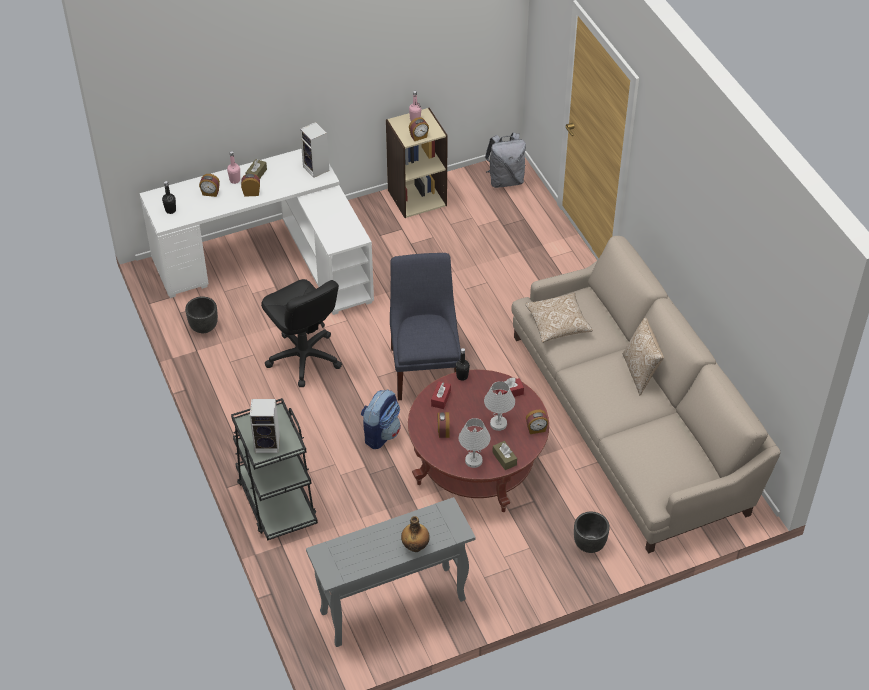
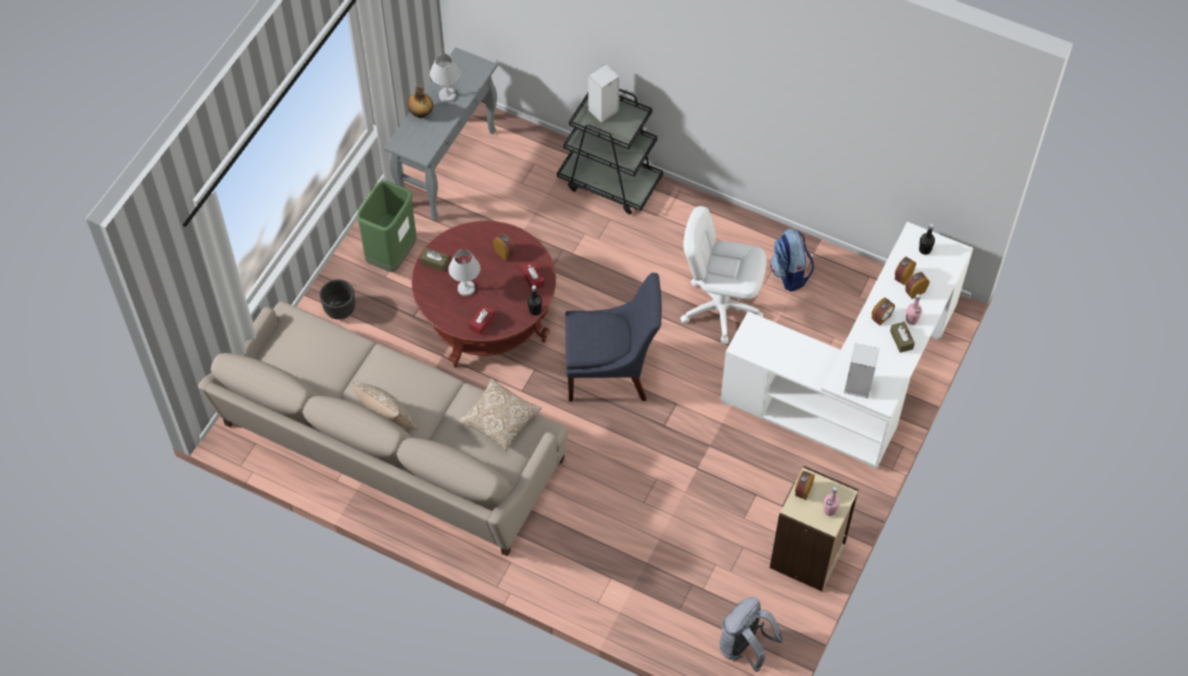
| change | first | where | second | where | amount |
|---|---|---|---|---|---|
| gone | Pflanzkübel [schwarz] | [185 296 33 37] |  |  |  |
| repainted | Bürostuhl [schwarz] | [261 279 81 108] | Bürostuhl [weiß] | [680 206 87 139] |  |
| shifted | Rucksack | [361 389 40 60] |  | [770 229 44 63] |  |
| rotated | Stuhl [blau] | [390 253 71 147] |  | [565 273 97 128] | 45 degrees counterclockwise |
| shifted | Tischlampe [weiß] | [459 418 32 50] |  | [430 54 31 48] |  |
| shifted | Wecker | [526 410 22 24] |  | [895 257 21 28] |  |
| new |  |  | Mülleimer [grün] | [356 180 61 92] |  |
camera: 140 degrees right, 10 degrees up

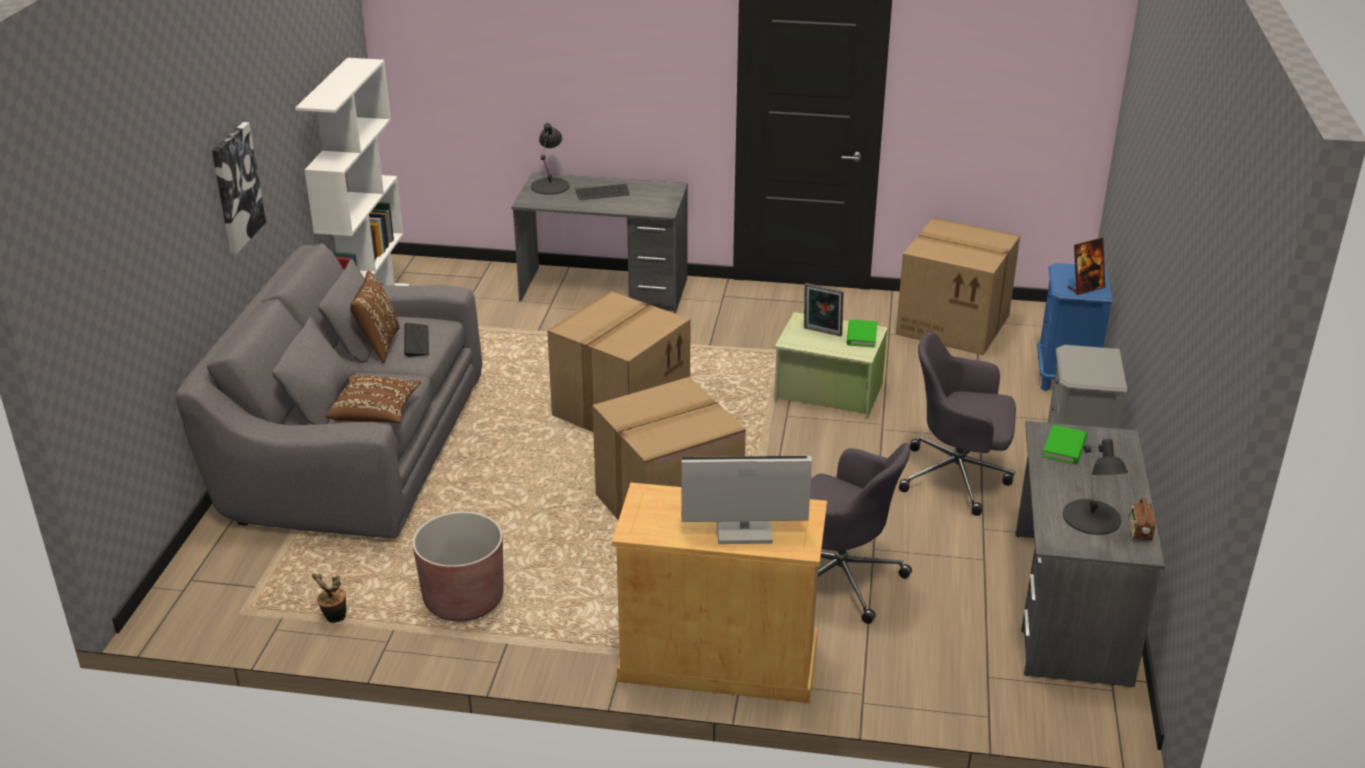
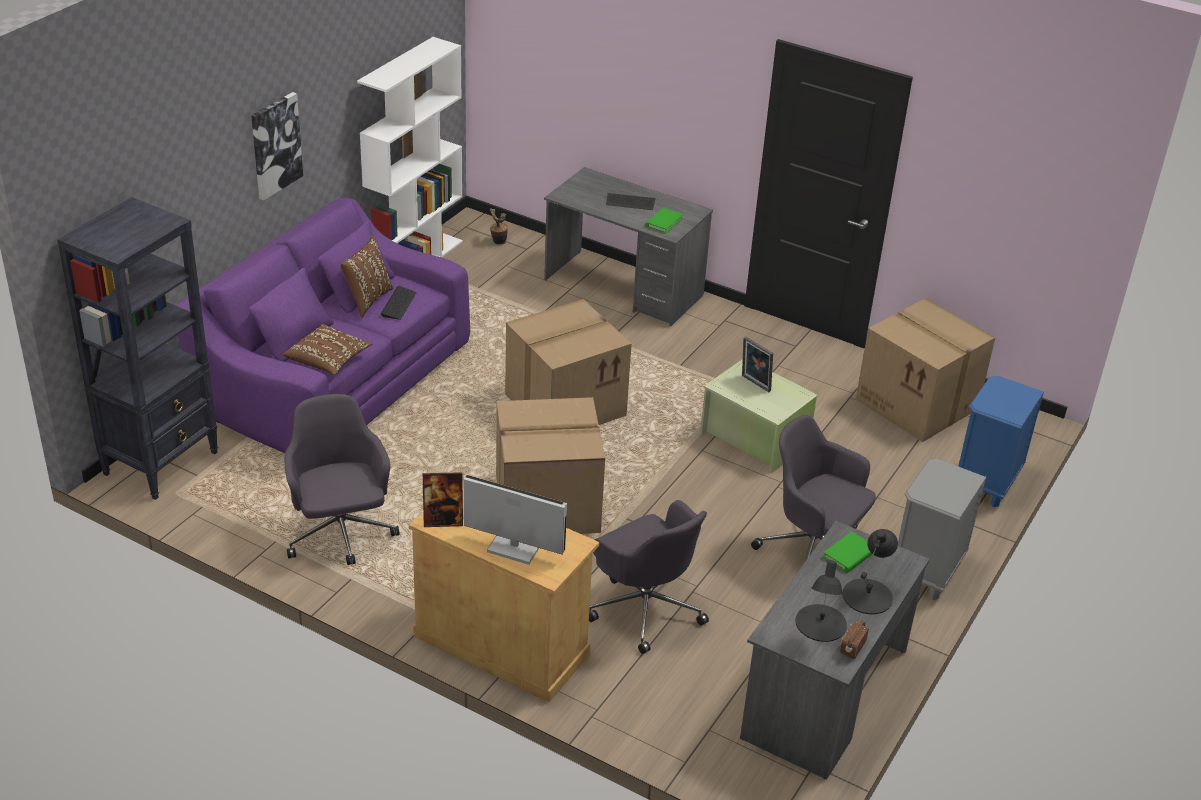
| change | first | where | second | where | amount |
|---|---|---|---|---|---|
| repainted | Sofa [grau] | [175 243 307 295] | Sofa [lila] | [176 197 294 256] |  |
| shifted | Topfpflanze | [312 573 34 50] |  | [490 208 18 37] |  |
| swapped | Pflanzkübel [braun] | [413 511 91 111] | Bürostuhl [grau] | [284 394 116 171] |  |
| shifted | Tischlampe [schwarz] | [531 123 39 72] |  | [843 529 55 85] |  |
| shifted | Buch [grün] | [847 320 30 27] |  | [645 208 38 26] |  |
| shifted | Bilderrahmen | [1068 238 37 57] |  | [423 472 40 55] |  |
| new |  |  | Bücherregal [schwarz] | [57 197 161 303] |  |
camera: 20 degrees right, 5 degrees up

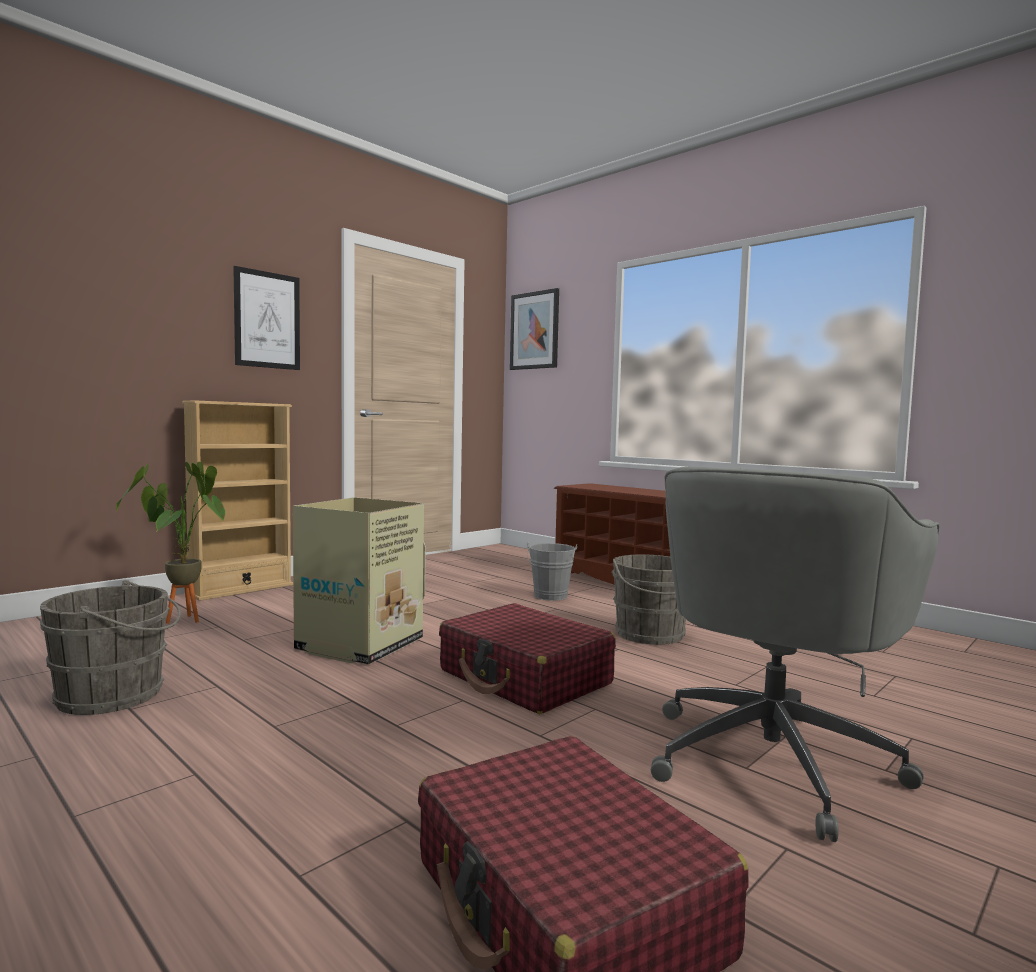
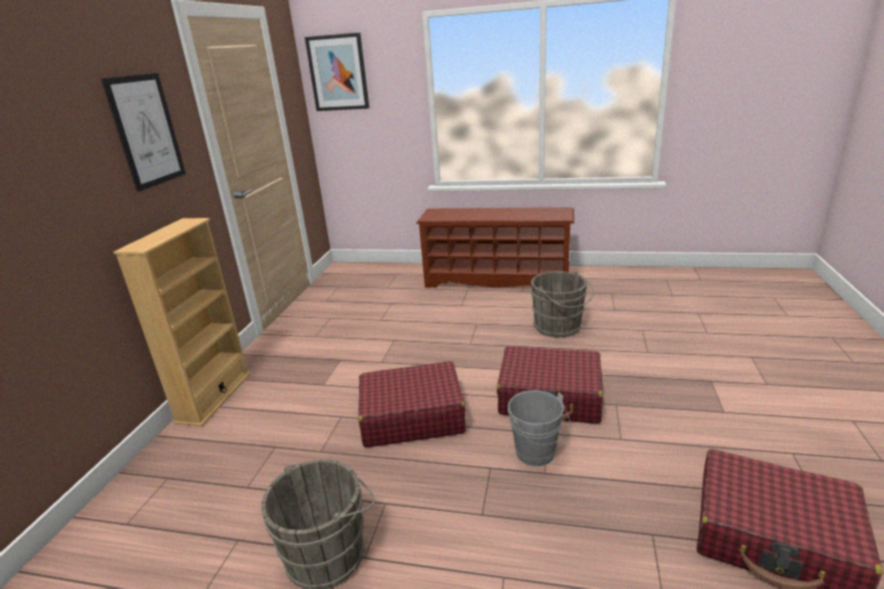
| change | first | where | second | where | amount |
|---|---|---|---|---|---|
| gone | Topfpflanze | [116 462 109 162] |  |  |  |
| swapped | Karton | [293 497 133 168] | Koffer [rot] | [358 361 108 86] |  |
| shifted | Eimer [grau] | [527 541 50 60] |  | [507 390 64 77] |  |
| gone | Bürostuhl [grau] | [651 467 289 375] |  |  |  |
camera: 30 degrees left, 20 degrees up

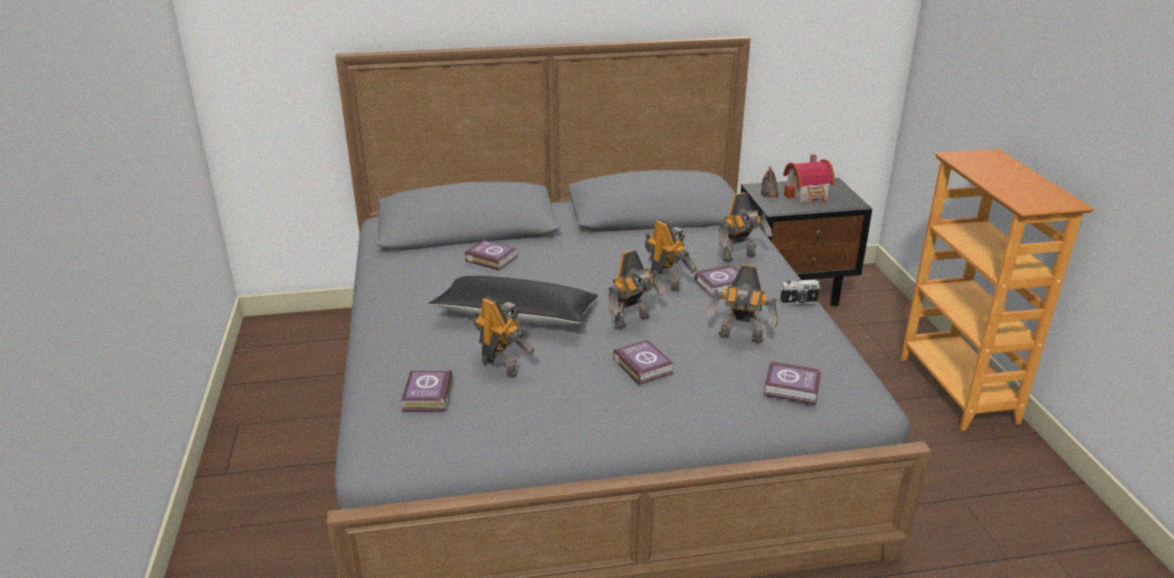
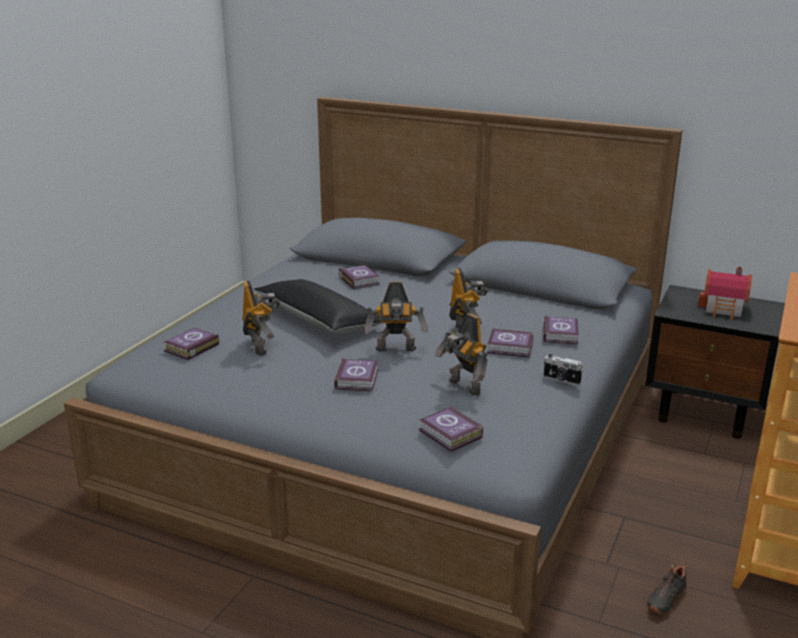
| change | first | where | second | where | amount |
|---|---|---|---|---|---|
| swapped | Spielzeugroboter | [718 192 54 70] | Buch | [543 315 36 30] |  |
| shifted | Schuh [schwarz] | [761 166 18 31] |  | [647 562 40 52] |  |
camera: 35 degrees right, 5 degrees down

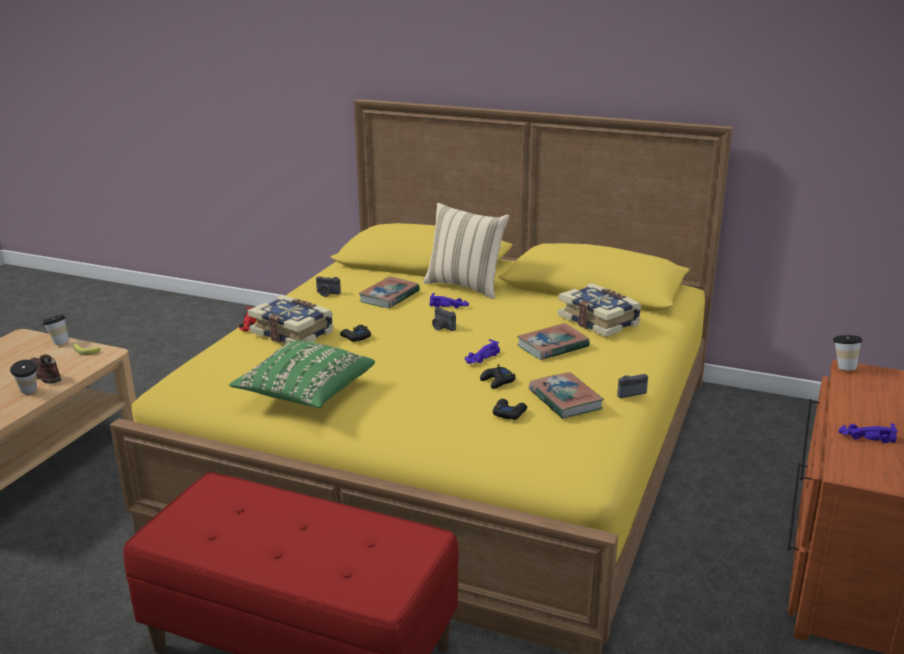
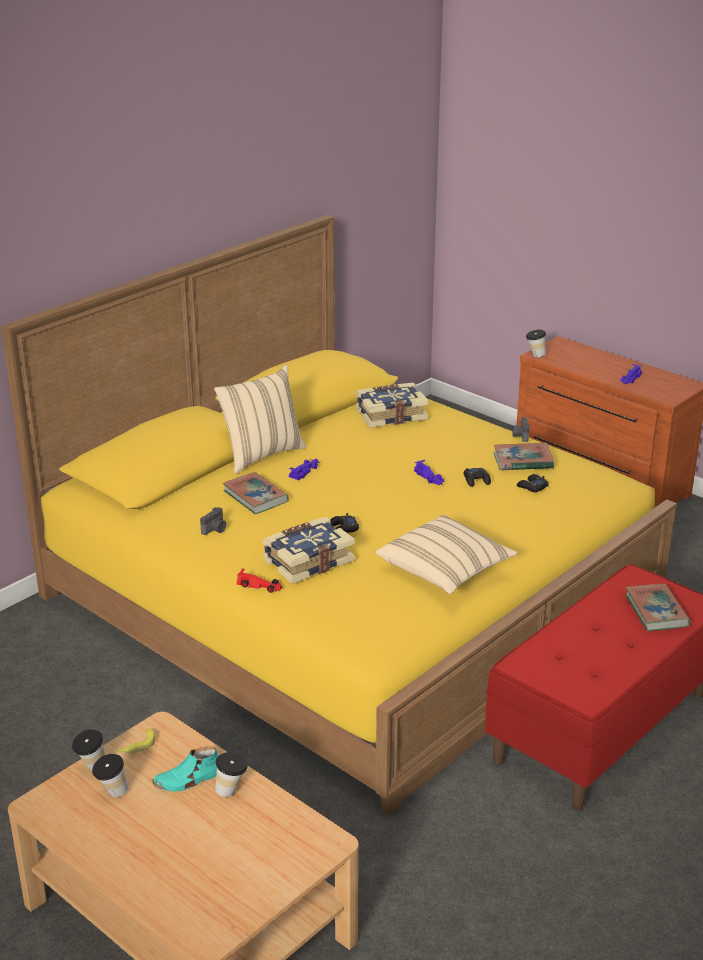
| change | first | where | second | where | amount |
|---|---|---|---|---|---|
| repainted | Schuh [braun] | [30 354 31 30] | Schuh [türkis] | [152 747 67 45] |  |
| repainted | Kissen [grün] | [229 341 146 67] | Kissen [beige] | [375 515 143 79] |  |
| gone | Kamera | [432 307 24 24] |  |  |  |
| shifted | Buch | [517 323 73 37] |  | [625 584 65 47] |  |
| new |  |  | Tasse | [92 754 36 43] |  |
camera: 70 degrees left, 5 degrees up

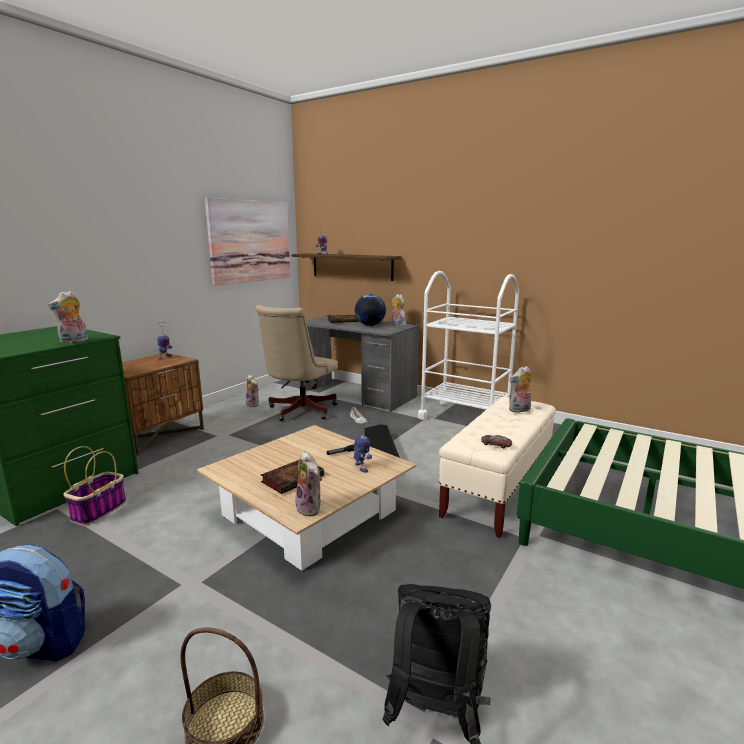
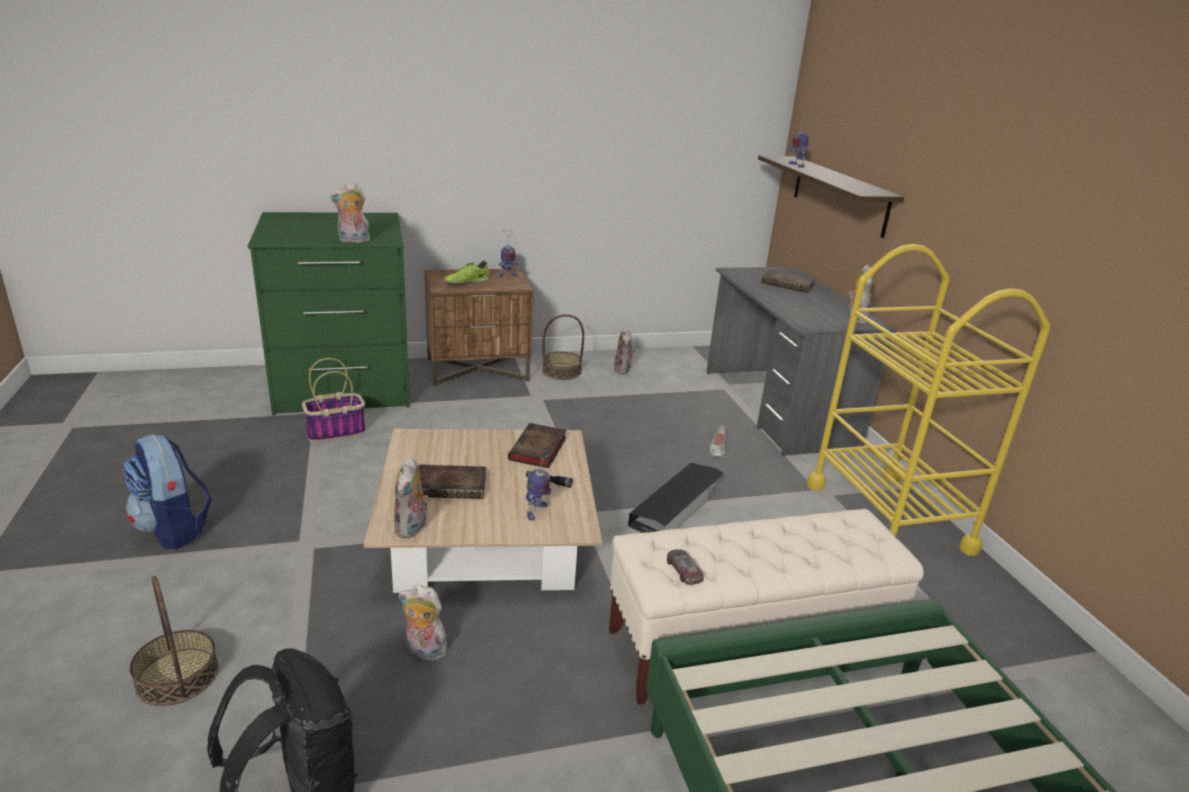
| change | first | where | second | where | amount |
|---|---|---|---|---|---|
| gone | Bild | [205 198 85 88] |  |  |  |
| gone | Bürostuhl [beige] | [256 305 82 116] |  |  |  |
| gone | Globus | [355 294 31 32] |  |  |  |
| repainted | Rollwagen [weiß] | [418 271 101 149] | Rollwagen [gelb] | [807 244 244 312] |  |
| shifted | Plüschtier | [509 366 22 47] |  | [399 585 52 76] |  |
| new |  |  | Schuh | [444 260 45 25] |  |
| new |  |  | Buch | [508 423 59 45] |  |
| new |  |  | Korb | [542 314 42 66] |  |
camera: 40 degrees right, 10 degrees up

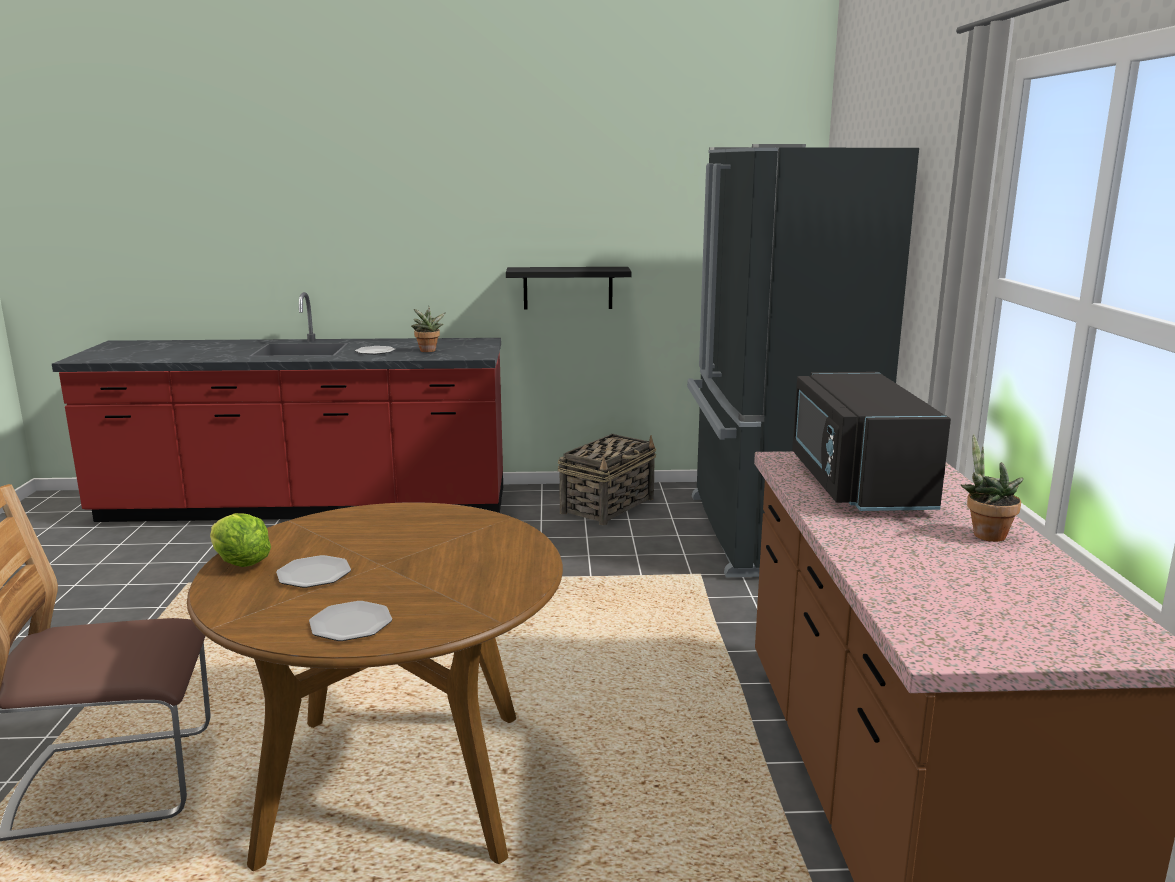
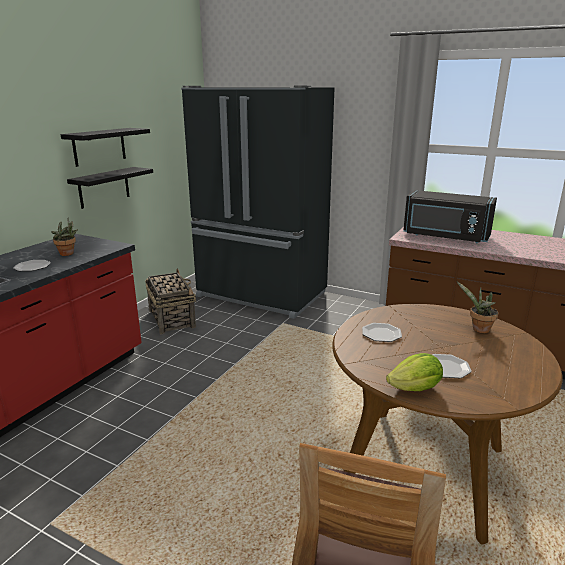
| change | first | where | second | where | amount |
|---|---|---|---|---|---|
| shifted | Teller | [309 601 83 40] |  | [362 323 40 19] |  |
| shifted | Topfpflanze | [961 434 63 108] |  | [457 282 41 51] |  |
| new |  |  | Wandregal [schwarz] | [61 128 89 39] |  |
camera: 60 degrees left, 5 degrees up

